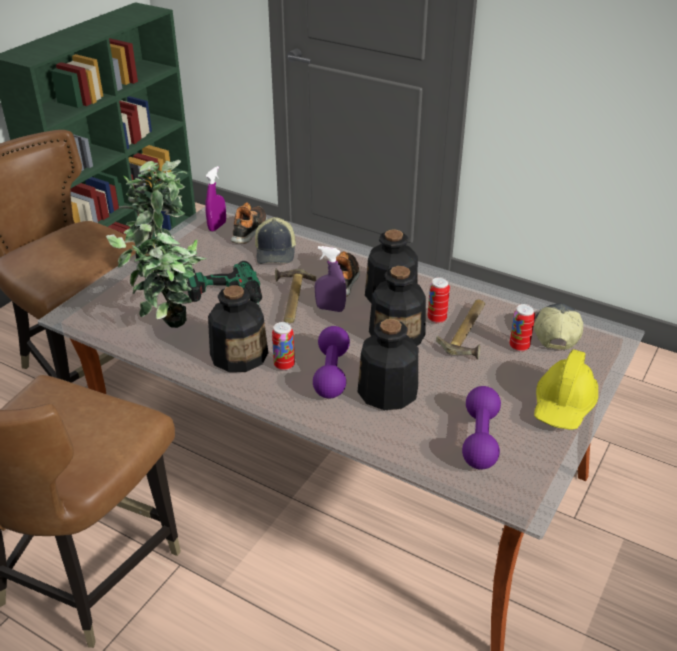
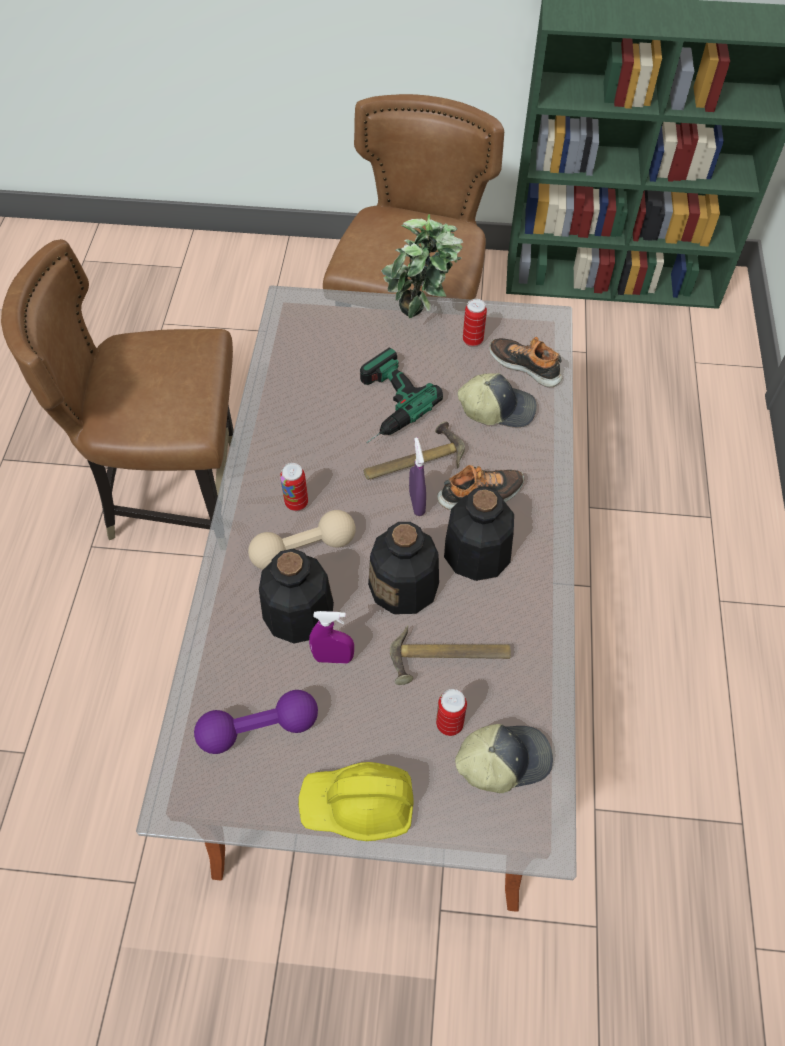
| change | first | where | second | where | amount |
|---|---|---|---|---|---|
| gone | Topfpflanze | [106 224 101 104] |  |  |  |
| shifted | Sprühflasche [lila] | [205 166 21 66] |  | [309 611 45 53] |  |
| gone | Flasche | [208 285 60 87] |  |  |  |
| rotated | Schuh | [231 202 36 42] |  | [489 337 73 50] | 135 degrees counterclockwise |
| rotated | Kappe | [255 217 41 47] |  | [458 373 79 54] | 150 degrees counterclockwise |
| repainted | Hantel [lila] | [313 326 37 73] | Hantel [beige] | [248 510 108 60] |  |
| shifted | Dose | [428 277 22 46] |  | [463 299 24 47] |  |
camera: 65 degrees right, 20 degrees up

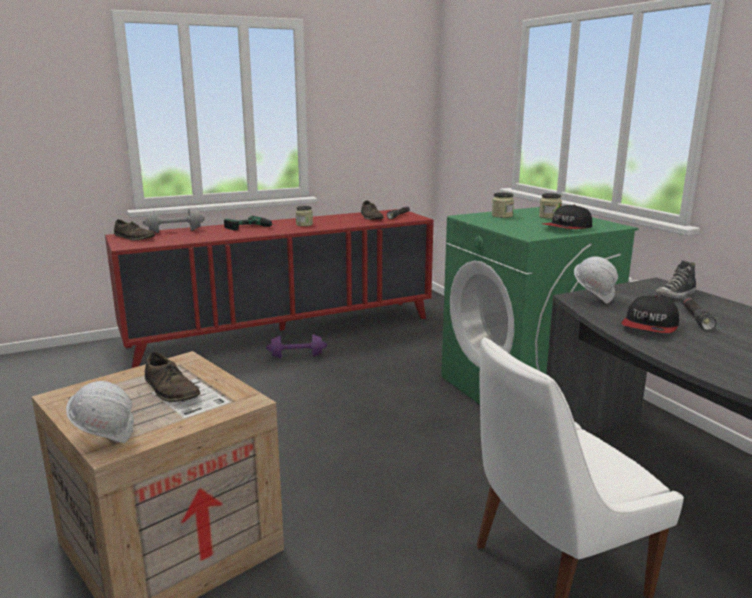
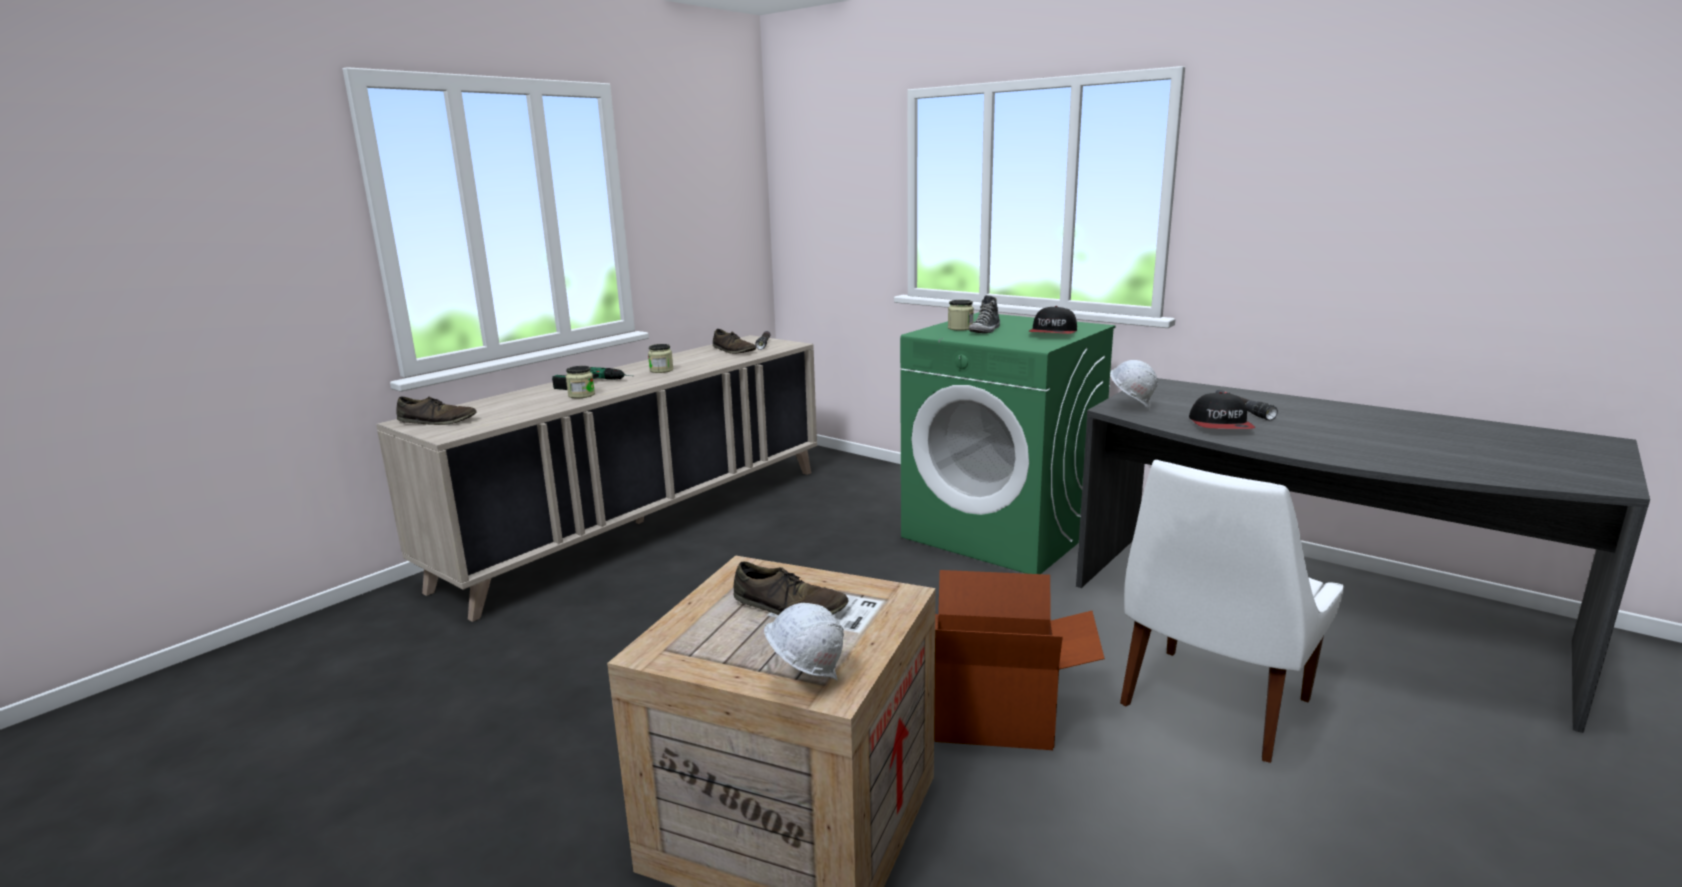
| change | first | where | second | where | amount |
|---|---|---|---|---|---|
| repainted | Schrank [rot] | [105 209 329 159] | Schrank [beige] | [376 335 441 287] |  |
| gone | Hantel [grau] | [142 208 63 25] |  |  |  |
| gone | Hantel [lila] | [266 334 61 24] |  |  |  |
| shifted | Vorratsglas | [539 193 23 26] |  | [566 366 29 32] |  |
| shifted | Schuh | [656 260 40 39] |  | [969 295 31 38] |  |
| new |  |  | Karton | [934 570 171 180] |  |
camera: 25 degrees left, 0 degrees up

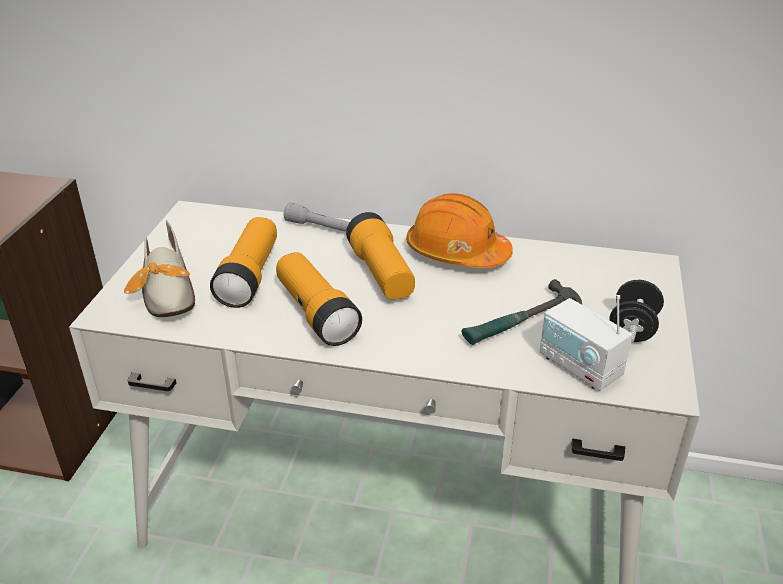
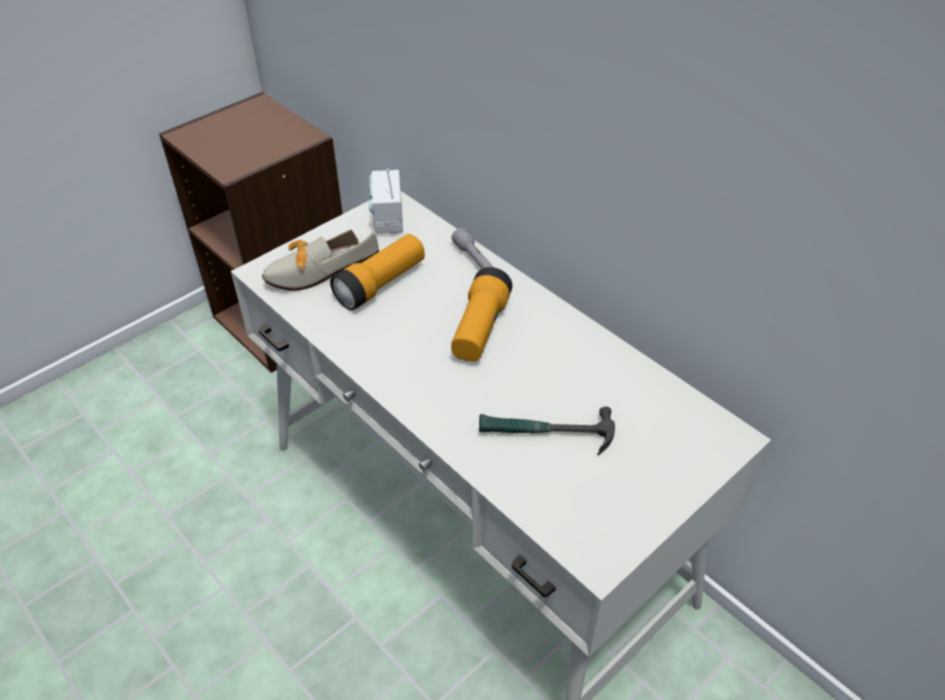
| change | first | where | second | where | amount |
|---|---|---|---|---|---|
| rotated | Schuh | [124 220 71 97] |  | [262 230 117 61] | 45 degrees clockwise |
| gone | Taschenlampe | [276 252 86 94] |  |  |  |
| gone | Schutzhelm [orange] | [407 193 106 75] |  |  |  |
| shifted | Radio | [540 295 93 96] |  | [369 168 34 66] |  |
| gone | Hantel [schwarz] | [609 280 55 63] |  |  |  |
camera: 35 degrees right, 10 degrees up

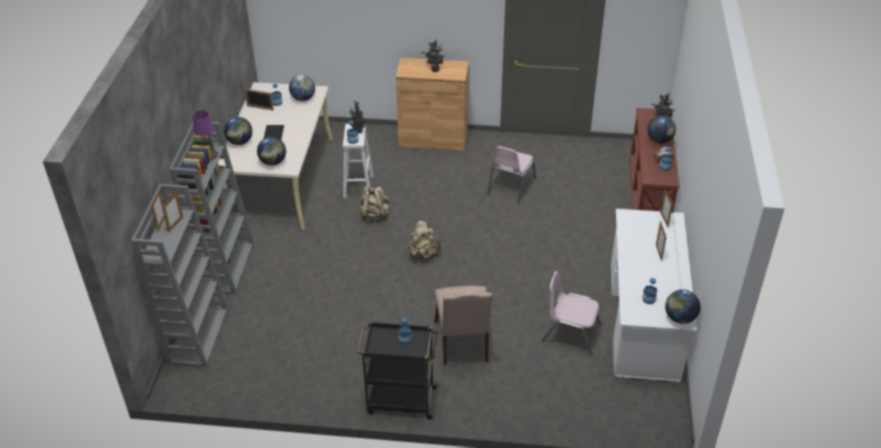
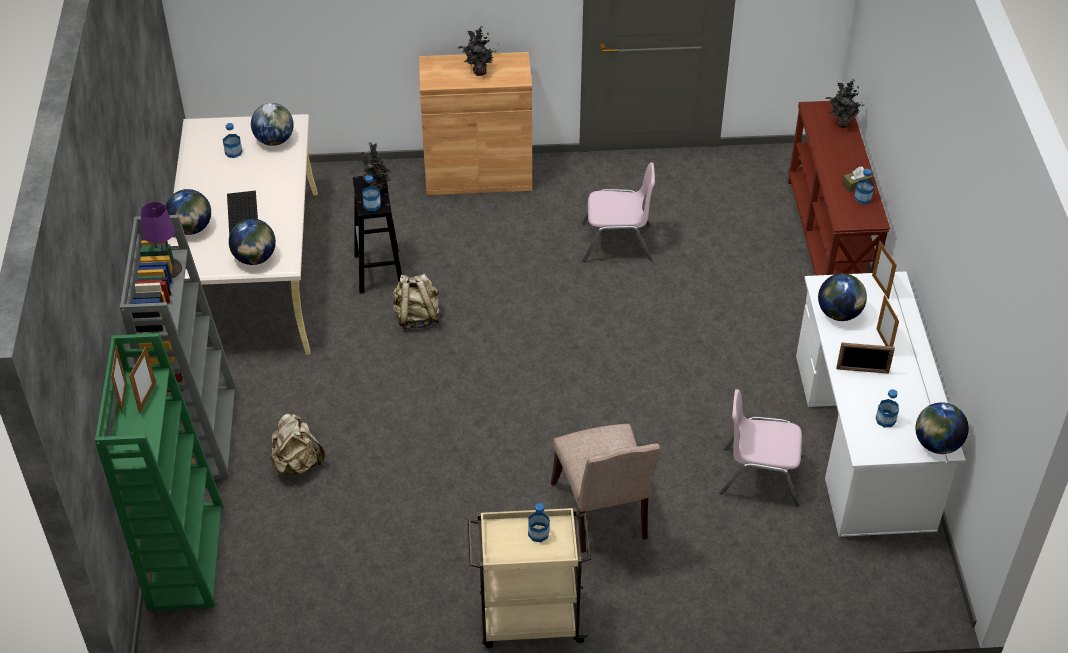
| change | first | where | second | where | amount |
|---|---|---|---|---|---|
| repainted | Bücherregal [grau] | [131 184 98 184] | Bücherregal [grün] | [95 333 129 278] |  |
| shifted | Bilderrahmen | [244 89 30 21] |  | [836 342 59 32] |  |
| repainted | Hocker [weiß] | [343 124 30 74] | Hocker [schwarz] | [353 176 49 117] |  |
| repainted | Rollwagen [schwarz] | [356 321 83 98] | Rollwagen [beige] | [468 508 123 140] |  |
| shifted | Rucksack [beige] | [409 221 32 38] |  | [271 414 54 61] |  |
| rotated | Stuhl [rosa] | [487 146 49 57] |  | [582 162 73 100] | 105 degrees counterclockwise |
| shifted | Globus | [647 115 29 29] |  | [818 273 49 48] |  |
camera: 10 degrees left, 5 degrees up

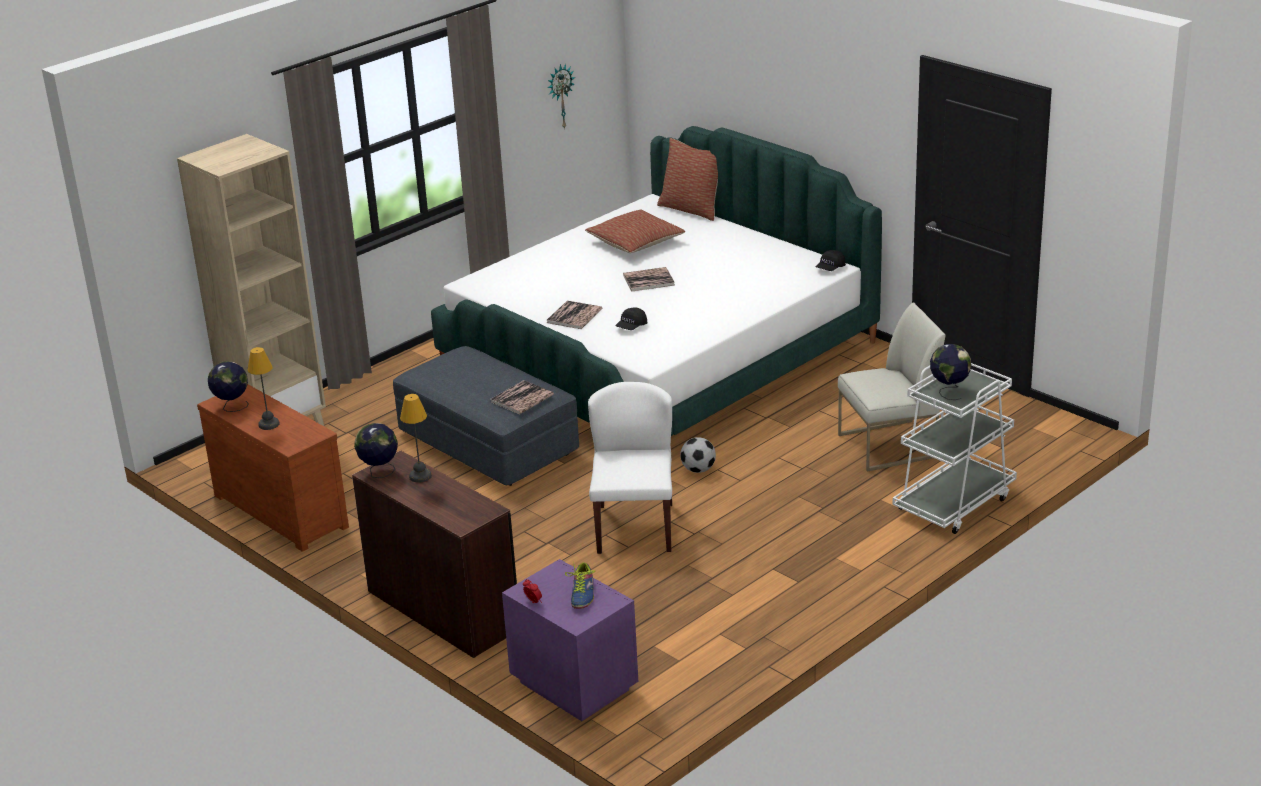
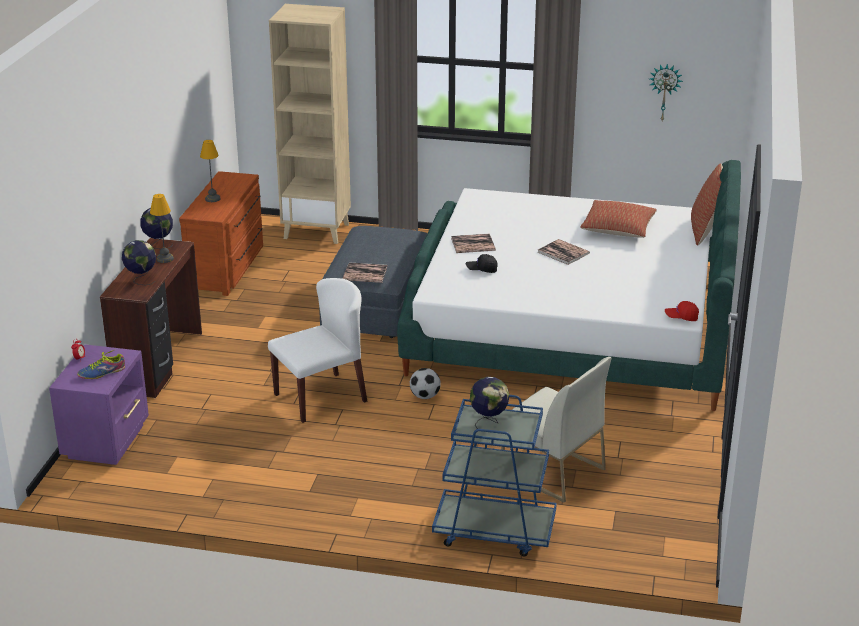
| change | first | where | second | where | amount |
|---|---|---|---|---|---|
| shifted | Globus | [208 361 41 51] |  | [122 240 34 45] |  |
| repainted | Kappe [schwarz] | [816 250 30 21] | Kappe [rot] | [665 301 34 20] |  |
| repainted | Rollwagen [weiß] | [892 363 125 171] | Rollwagen [blau] | [432 395 125 161] |  |
camera: 55 degrees right, 0 degrees up

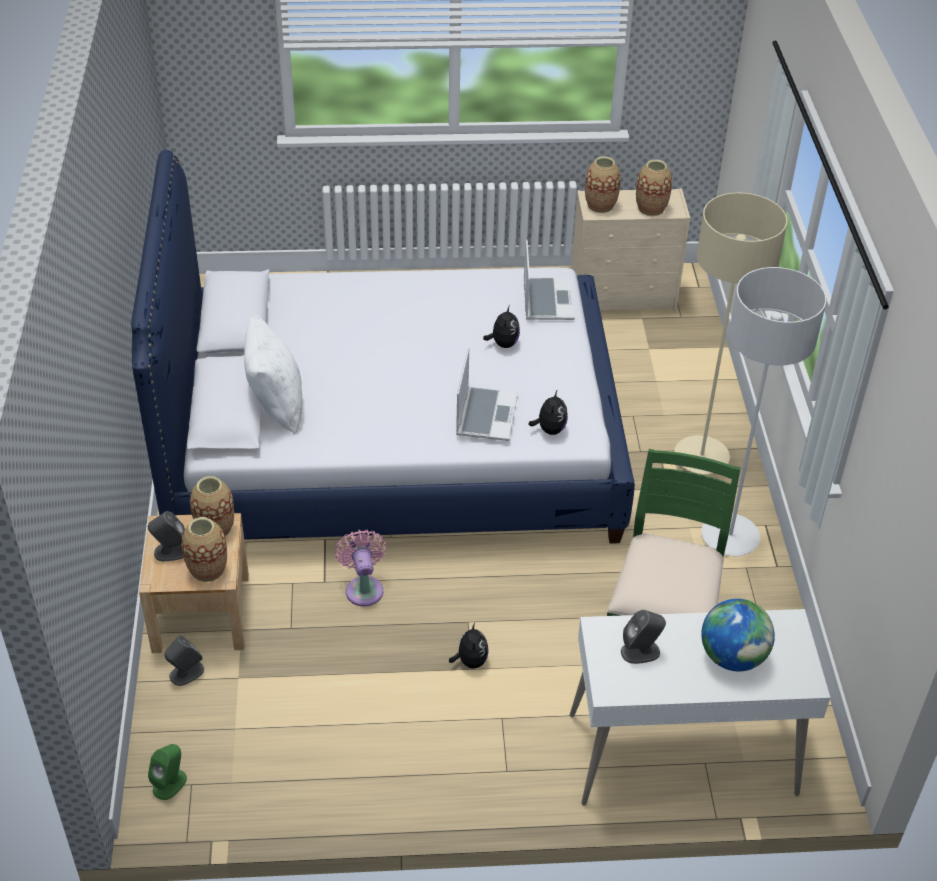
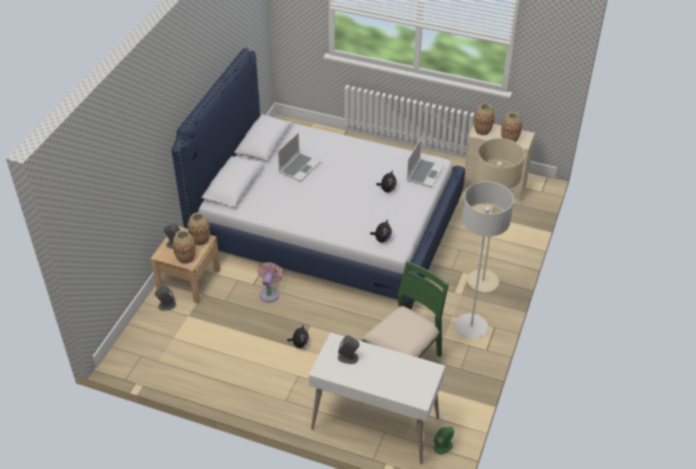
| change | first | where | second | where | amount |
|---|---|---|---|---|---|
| shifted | Lautsprecher [grün] | [148 744 39 56] |  | [434 427 20 28] |  |
| gone | Kissen [weiß] | [244 315 58 120] |  |  |  |
| shifted | Laptop | [456 348 62 93] |  | [278 132 43 50] |  |
| gone | Globus | [701 599 74 72] |  |  |  |
camera: 25 degrees right, 0 degrees up

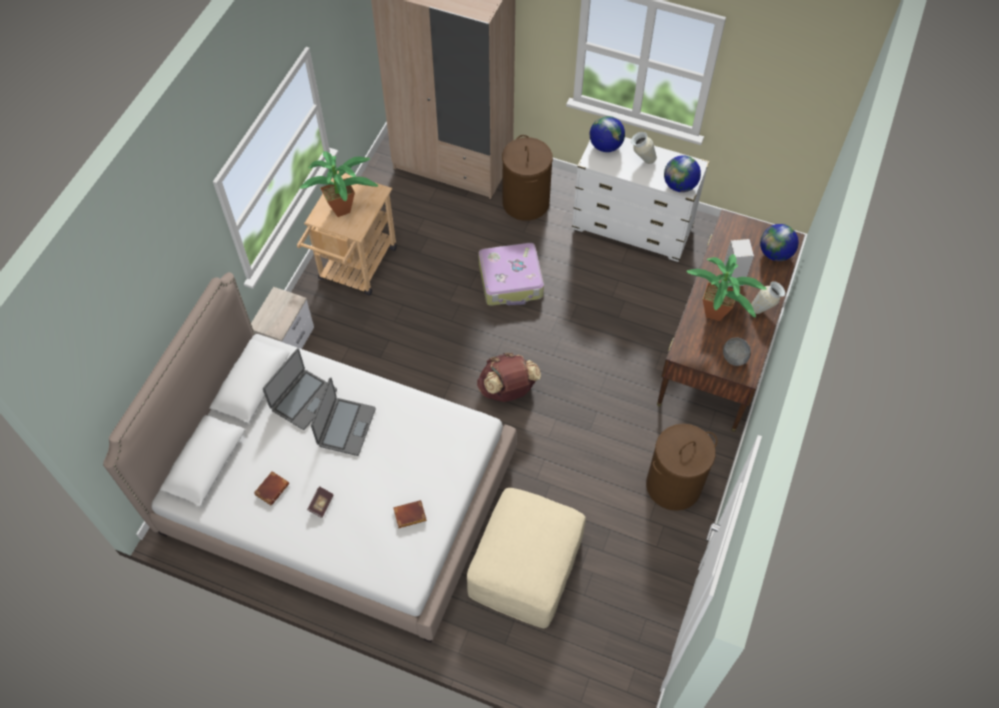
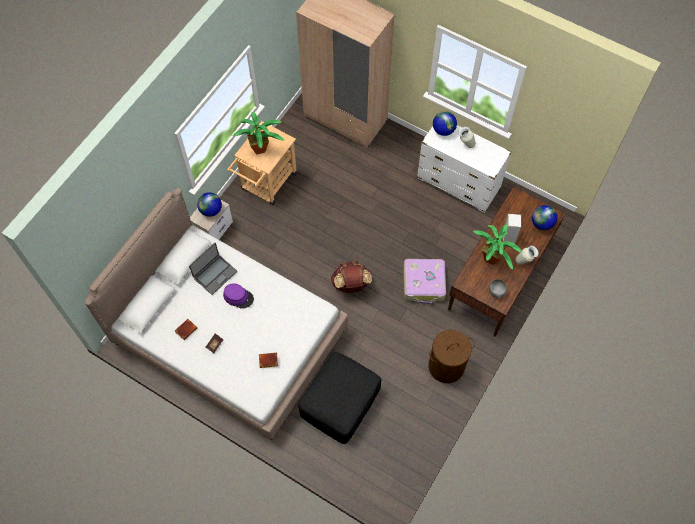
| change | first | where | second | where | amount |
|---|---|---|---|---|---|
| swapped | Laptop | [311 377 65 79] | Hut [lila] | [223 283 31 26] |  |
| repainted | Polsterhocker [beige] | [467 488 119 140] | Polsterhocker [schwarz] | [298 352 83 92] |  |
| shifted | Koffer | [479 243 65 63] |  | [403 259 43 45] |  |
| gone | Wäschekorb [braun] | [502 135 51 86] |  |  |  |
| shifted | Globus | [664 155 37 37] |  | [197 192 25 25] |  |
camera: 10 degrees right, 5 degrees up

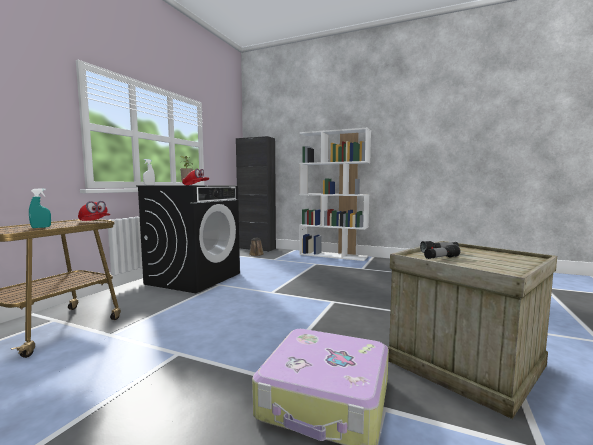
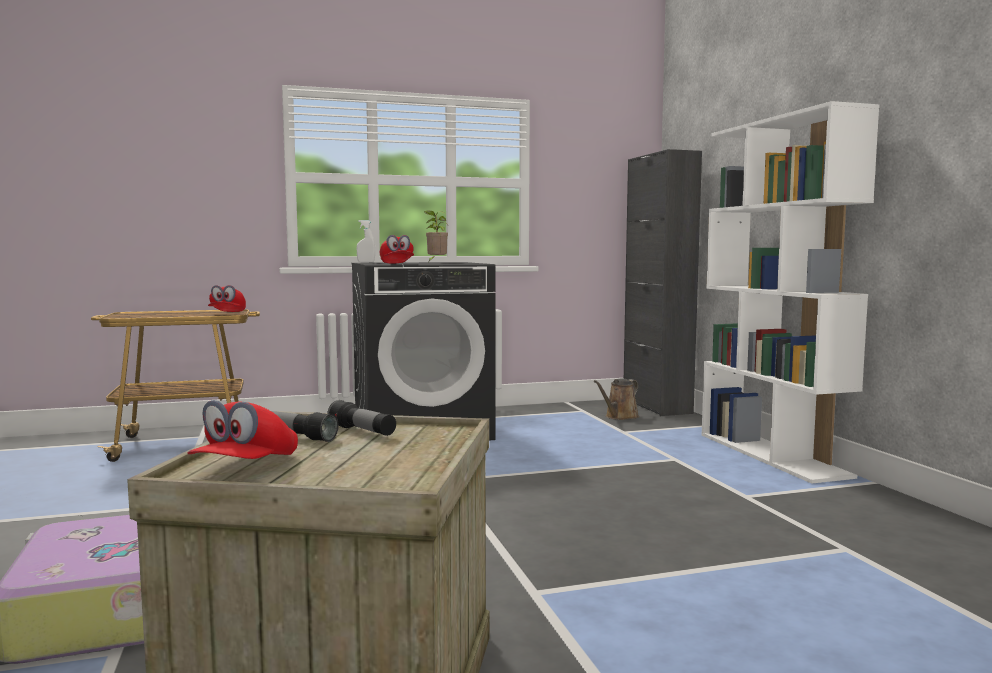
| change | first | where | second | where | amount |
|---|---|---|---|---|---|
| gone | Sprühflasche [türkis] | [29 189 22 39] |  |  |  |
| new |  |  | Kappe [rot] | [187 400 111 59] |  |
camera: 50 degrees right, 0 degrees up

